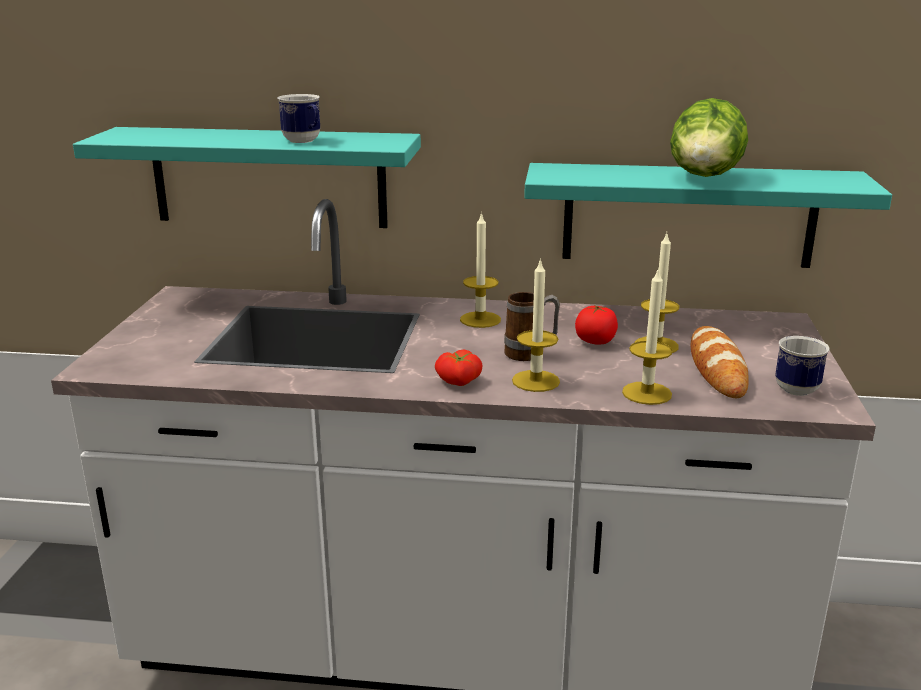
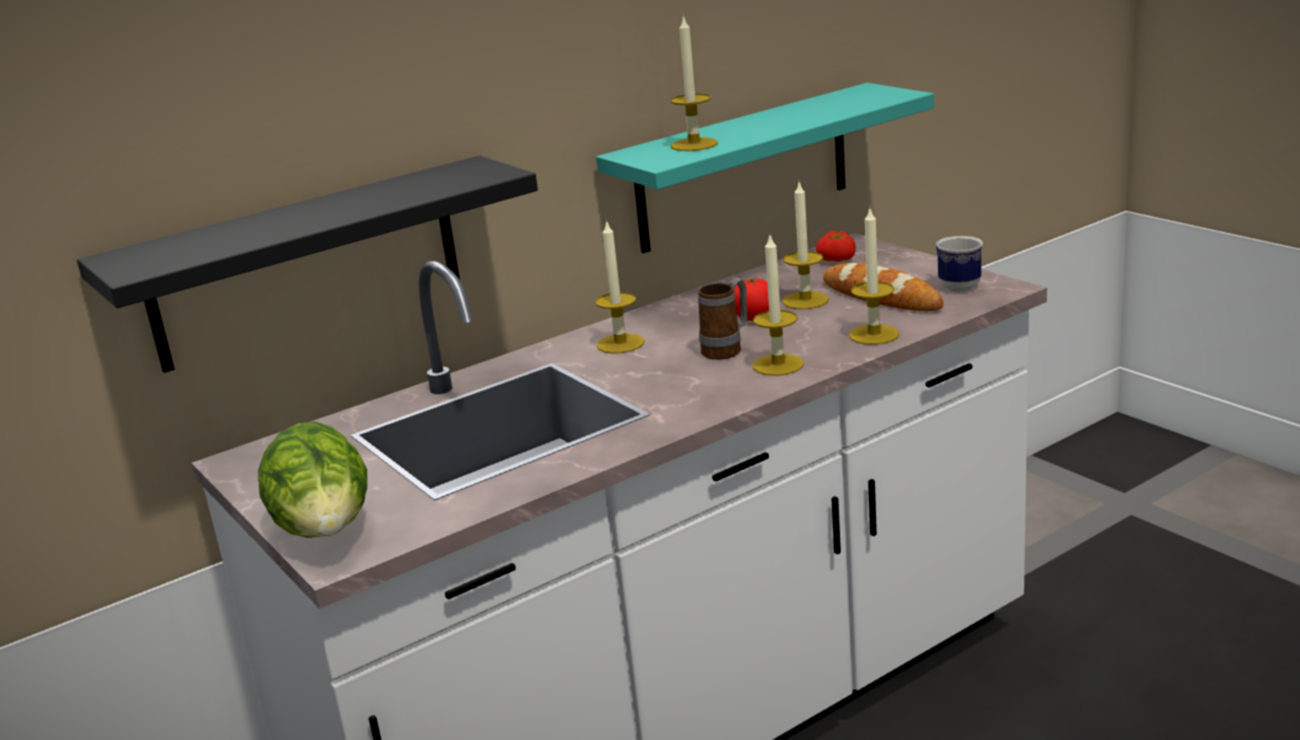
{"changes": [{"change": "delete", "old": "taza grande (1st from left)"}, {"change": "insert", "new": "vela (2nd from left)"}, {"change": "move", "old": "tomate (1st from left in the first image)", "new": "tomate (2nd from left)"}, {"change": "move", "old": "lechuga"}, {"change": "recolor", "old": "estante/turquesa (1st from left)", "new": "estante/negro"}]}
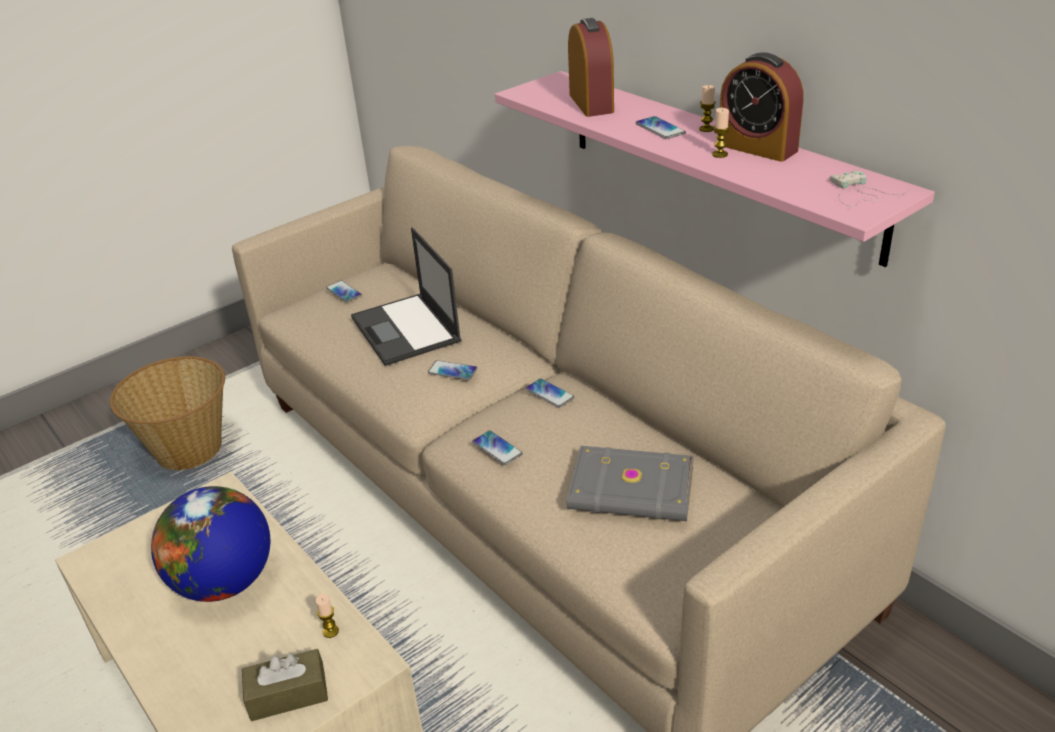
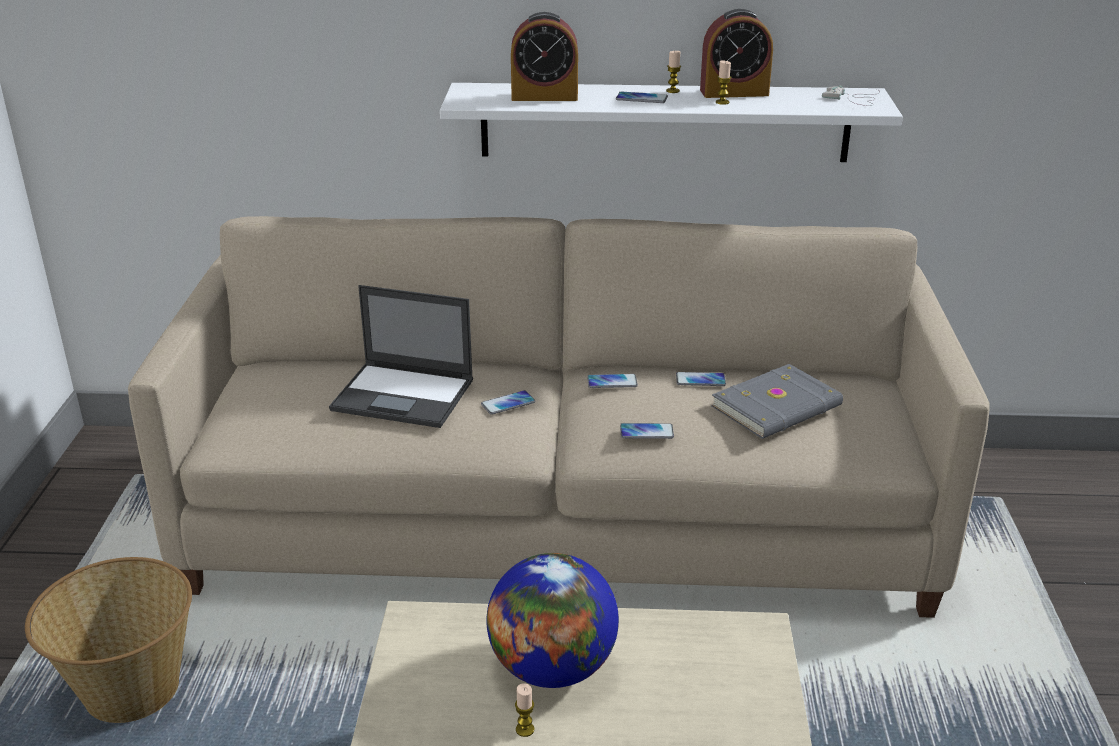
{"changes": [{"change": "delete", "old": "caja de pañuelos/marrón"}, {"change": "move", "old": "vela (1st from left)"}, {"change": "move", "old": "móvil (1st from left in the first image)", "new": "móvil (5th from left)"}, {"change": "recolor", "old": "estante/rosa", "new": "estante/blanco"}, {"change": "rotate", "old": "despertador (1st from left)", "degrees": 150}]}
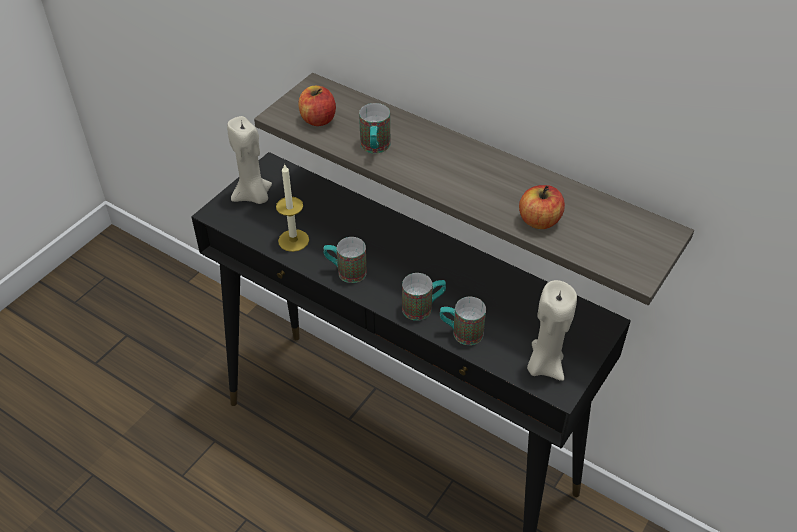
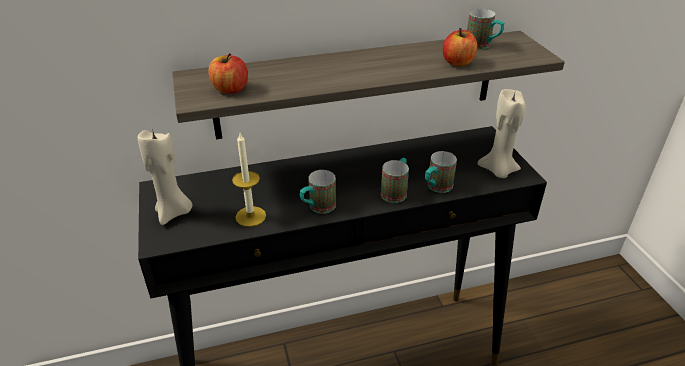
{"changes": [{"change": "move", "old": "taza grande (2nd from left in the first image)", "new": "taza grande (4th from left)"}]}
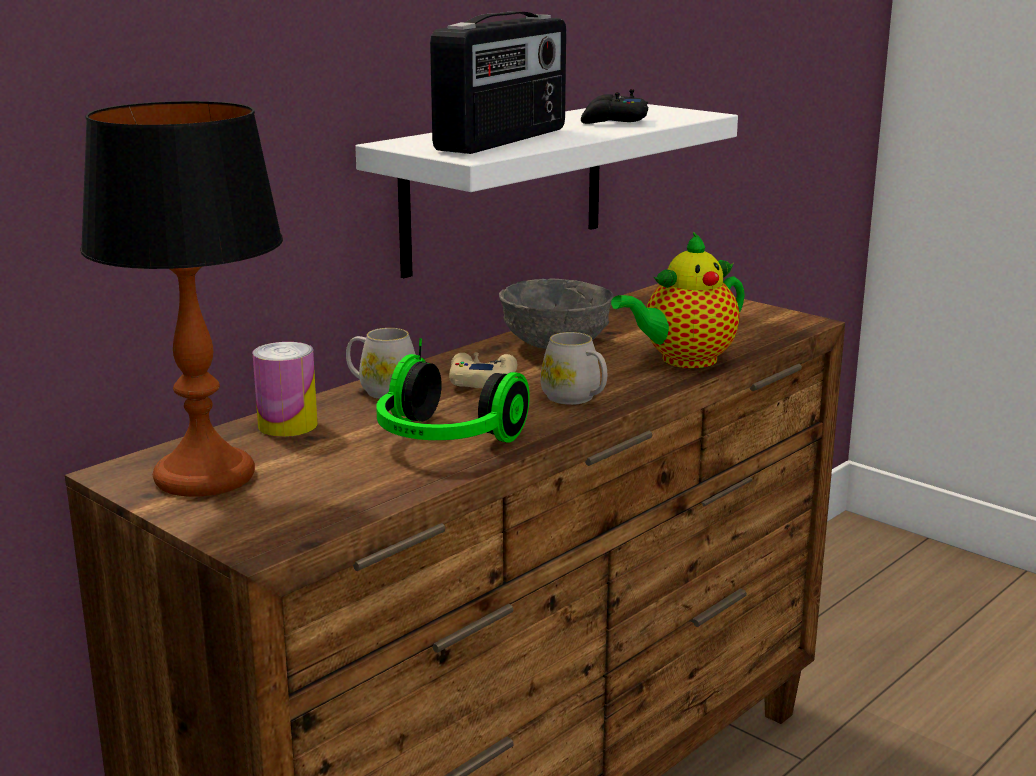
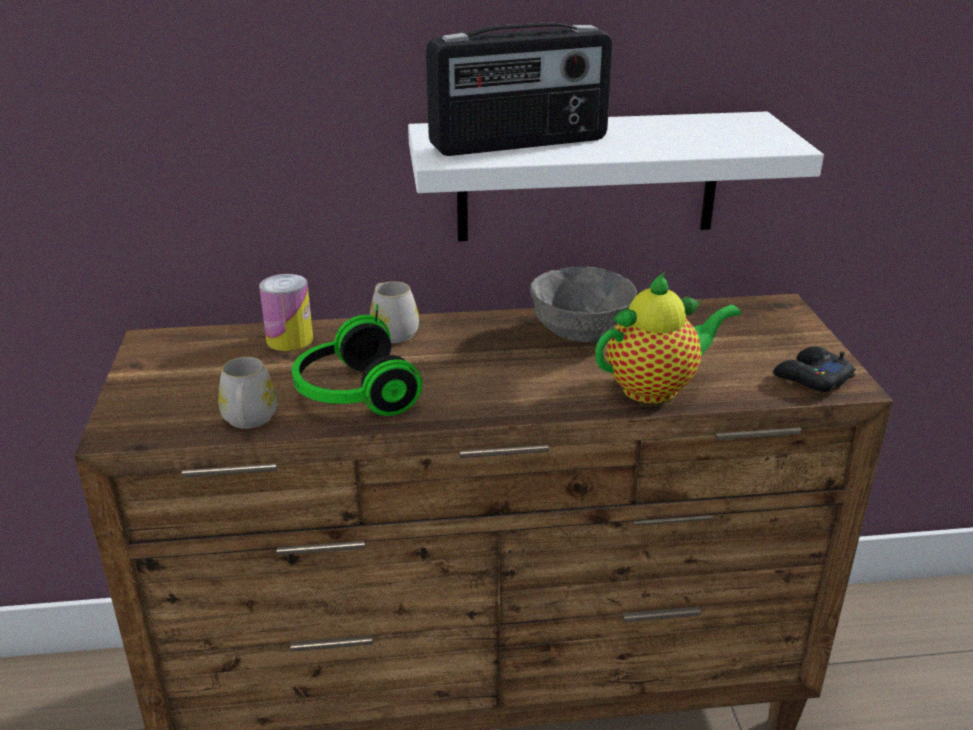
{"changes": [{"change": "delete", "old": "lámpara de mesa"}, {"change": "delete", "old": "mando de consola/beis"}, {"change": "move", "old": "taza grande/blanco (2nd from left in the first image)", "new": "taza grande/blanco (1st from left)"}, {"change": "move", "old": "mando de consola/negro"}, {"change": "rotate", "old": "tetera", "degrees": 150}]}
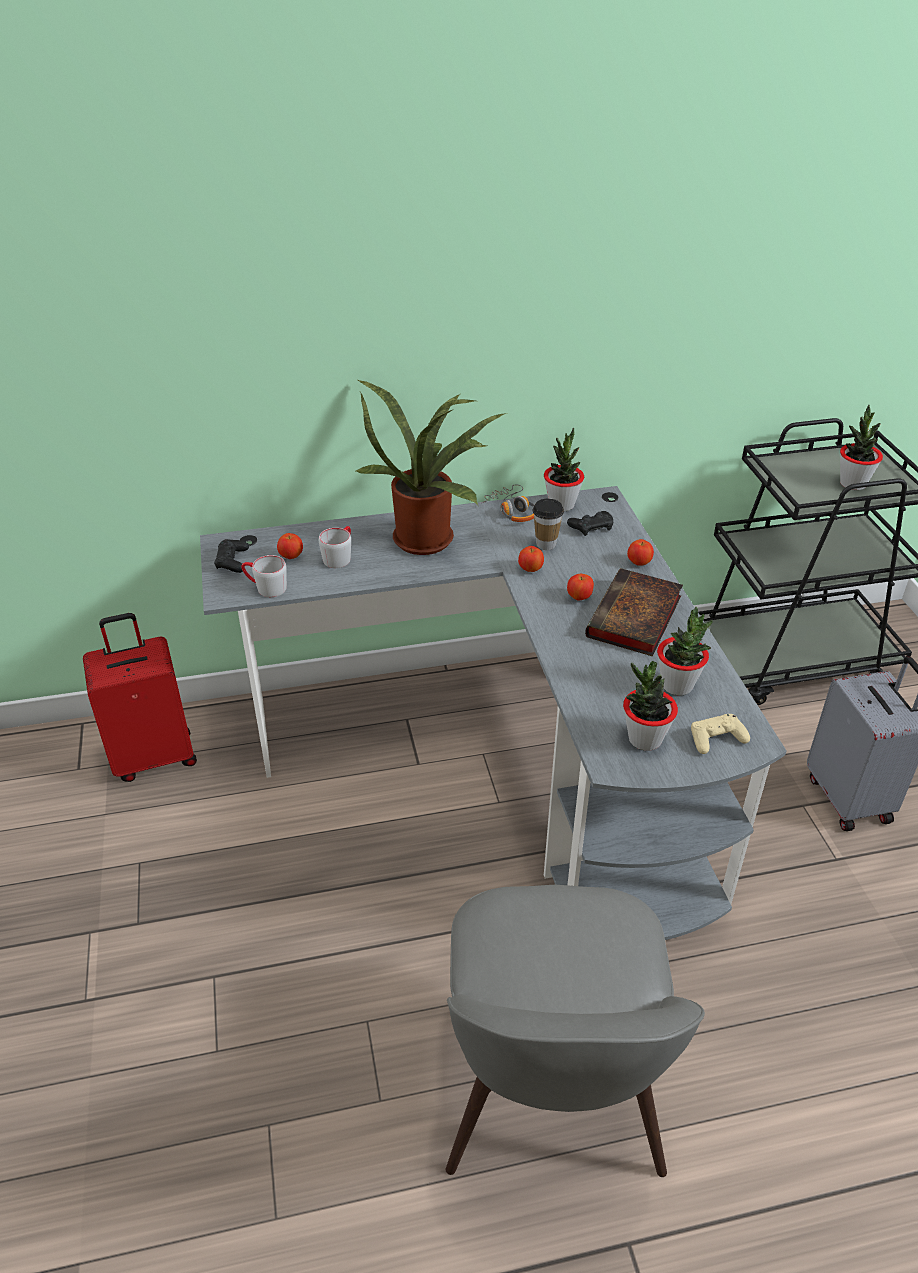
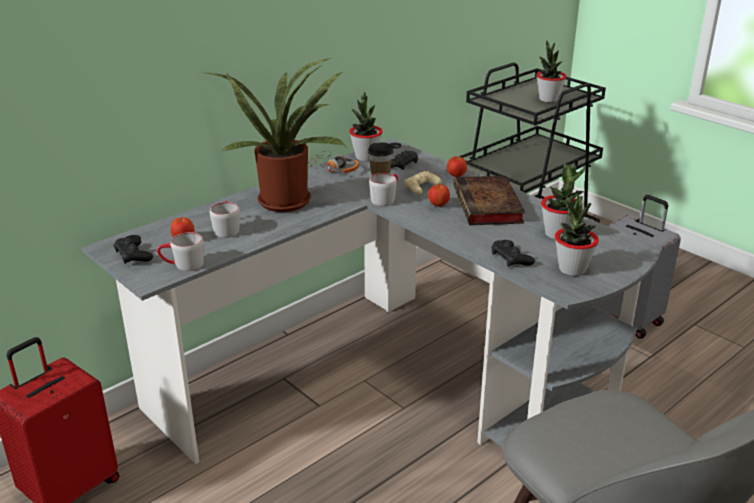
{"changes": [{"change": "insert", "new": "mando de consola/negro (3rd from left)"}, {"change": "move", "old": "mando de consola/beis"}, {"change": "replace", "old": "manzana (2nd from left)", "new": "taza grande/gris (3rd from left)"}]}
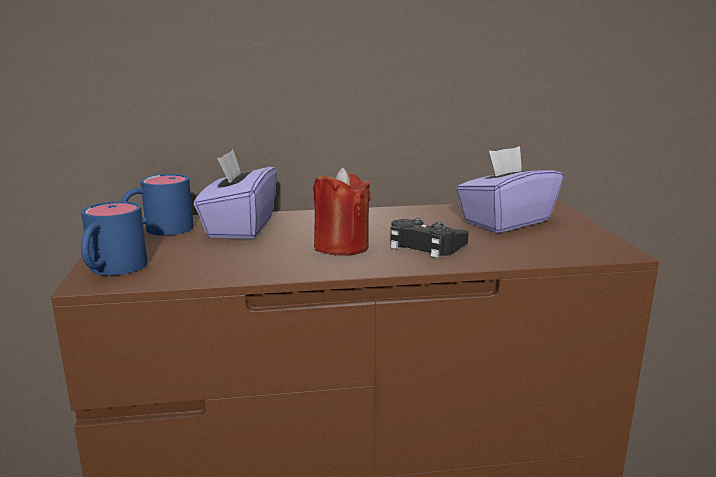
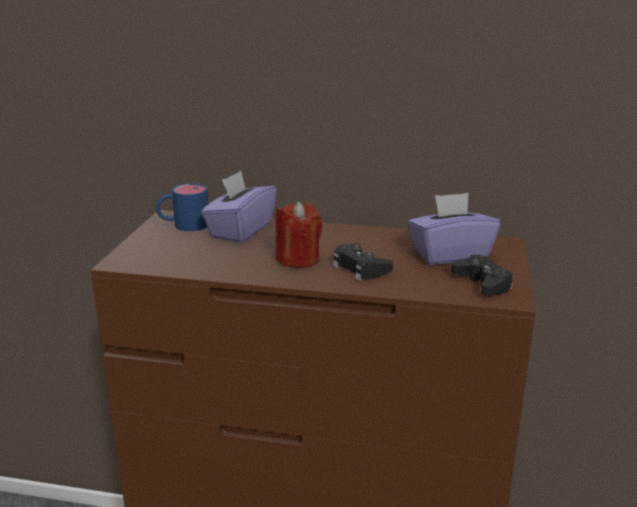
{"changes": [{"change": "delete", "old": "taza grande/azul (1st from left)"}, {"change": "insert", "new": "mando de consola/negro (2nd from left)"}]}
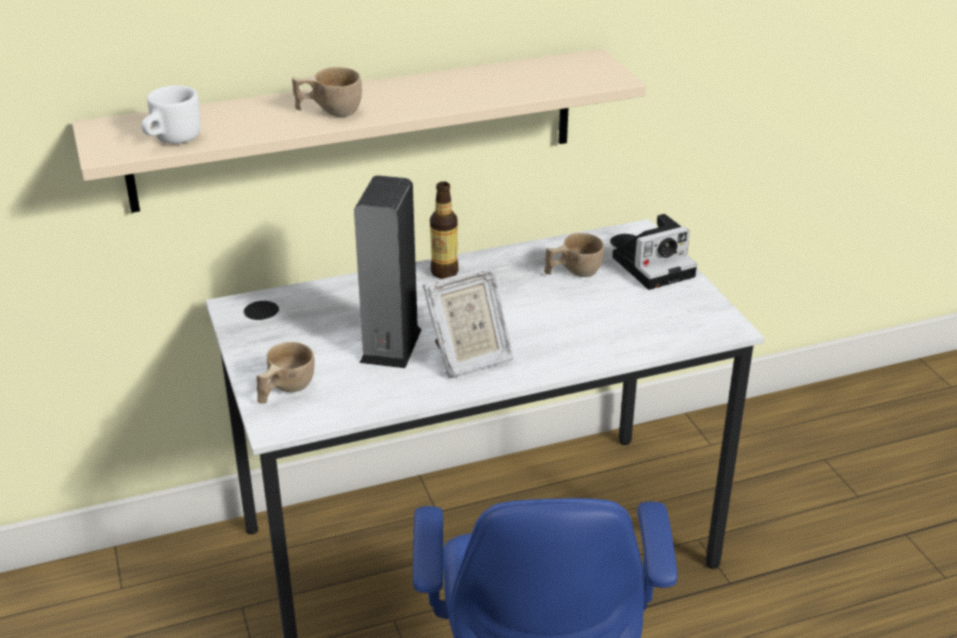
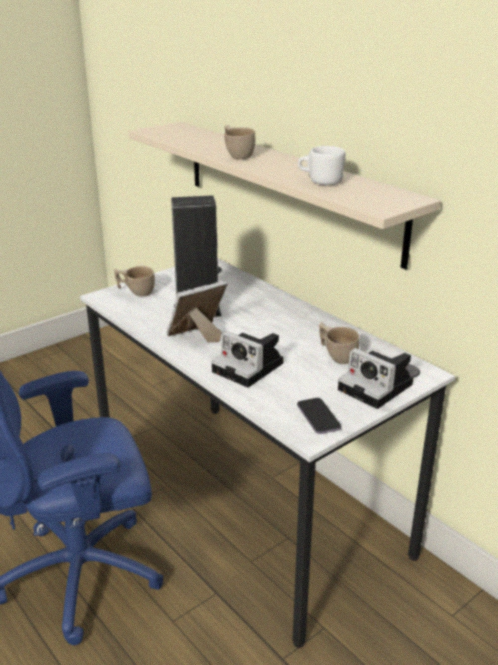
{"changes": [{"change": "delete", "old": "botella"}, {"change": "insert", "new": "cámara (1st from left)"}, {"change": "insert", "new": "móvil"}, {"change": "move", "old": "taza grande/blanco"}, {"change": "rotate", "old": "portarretratos", "degrees": 105}]}
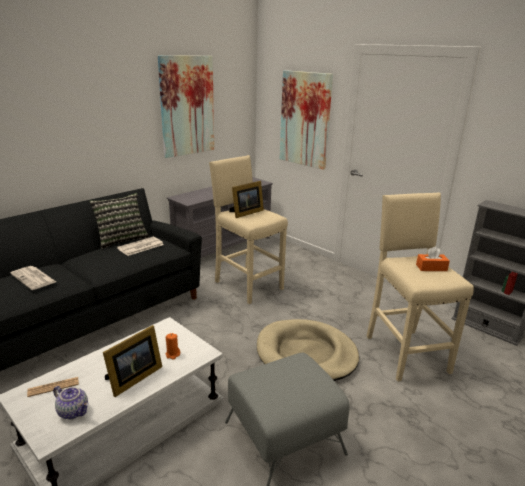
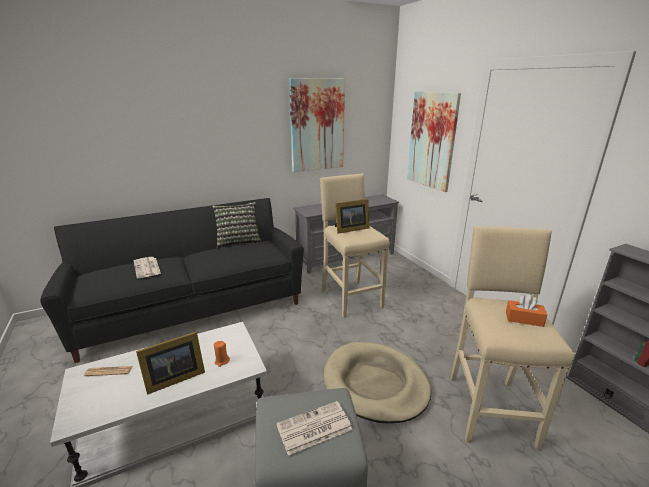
{"changes": [{"change": "delete", "old": "tetera"}, {"change": "move", "old": "periódico (3rd from left)"}]}
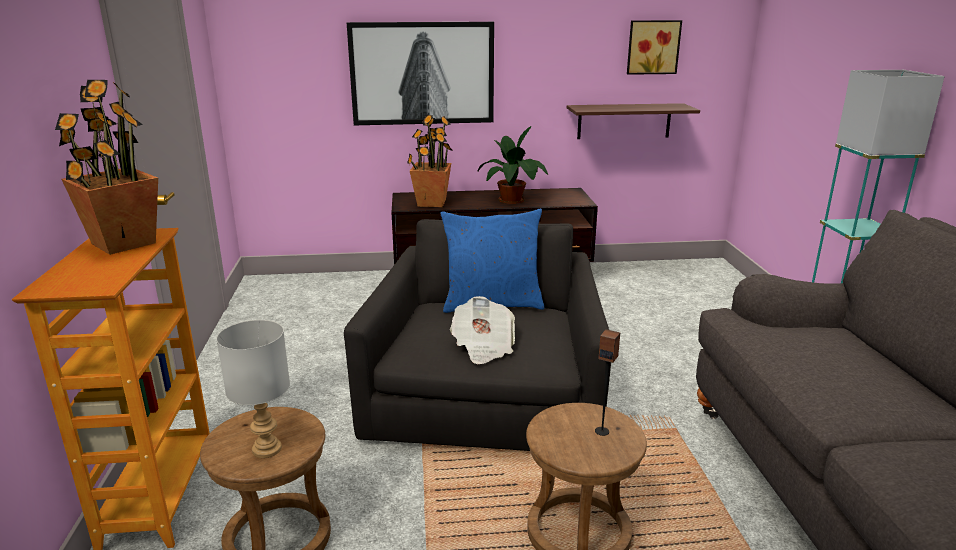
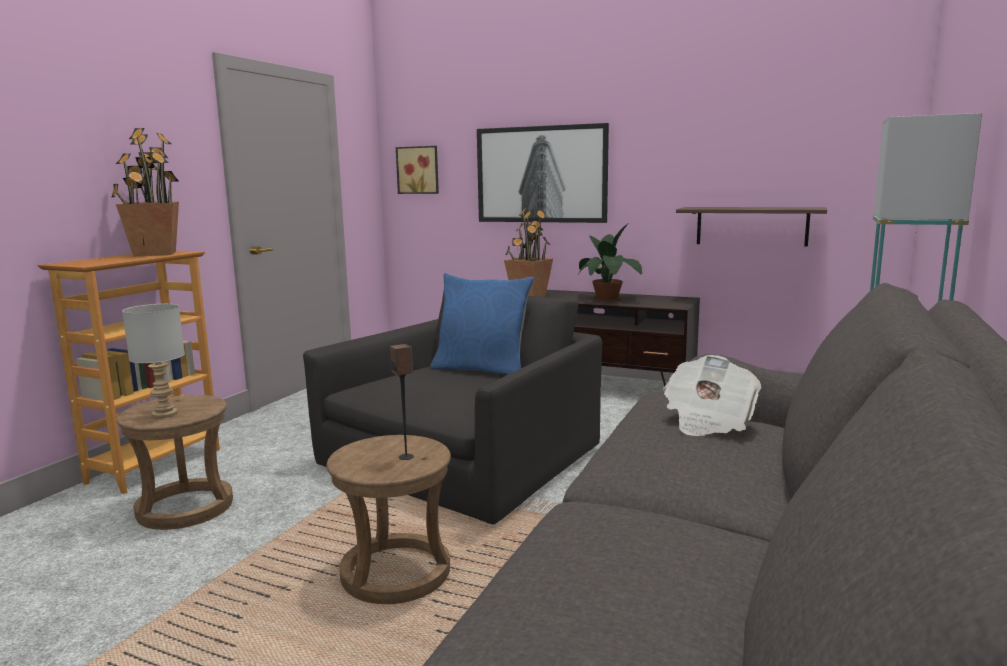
{"changes": [{"change": "move", "old": "periódico"}, {"change": "move", "old": "cuadro (2nd from left in the first image)", "new": "cuadro (1st from left)"}]}
